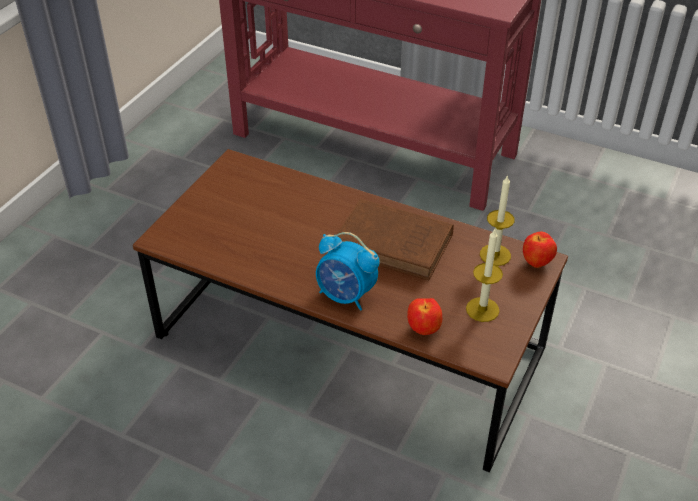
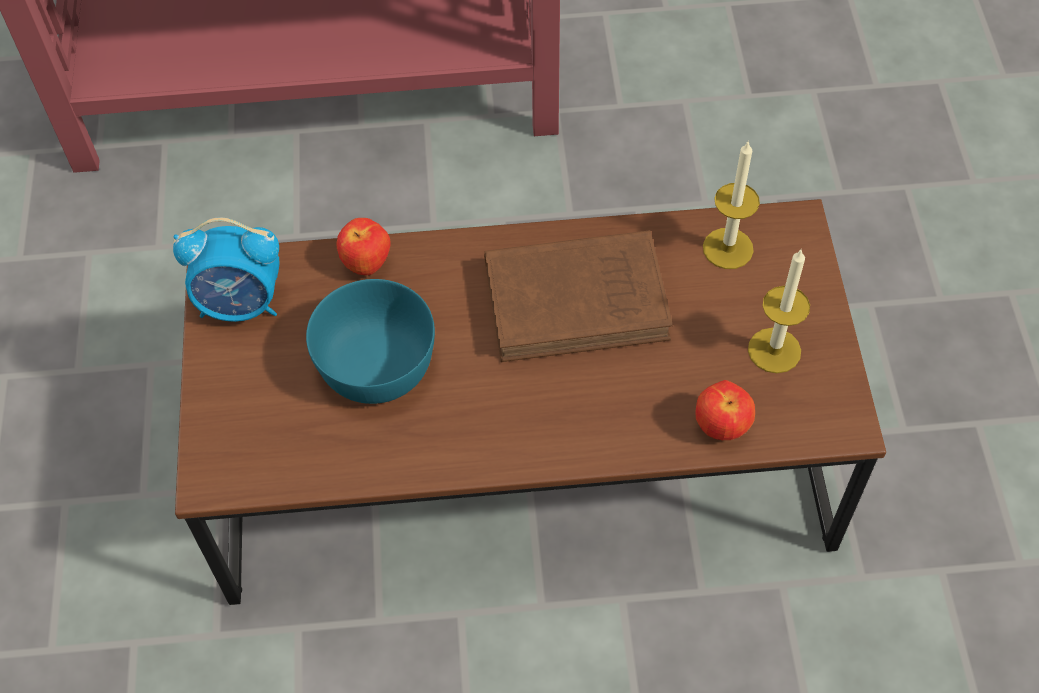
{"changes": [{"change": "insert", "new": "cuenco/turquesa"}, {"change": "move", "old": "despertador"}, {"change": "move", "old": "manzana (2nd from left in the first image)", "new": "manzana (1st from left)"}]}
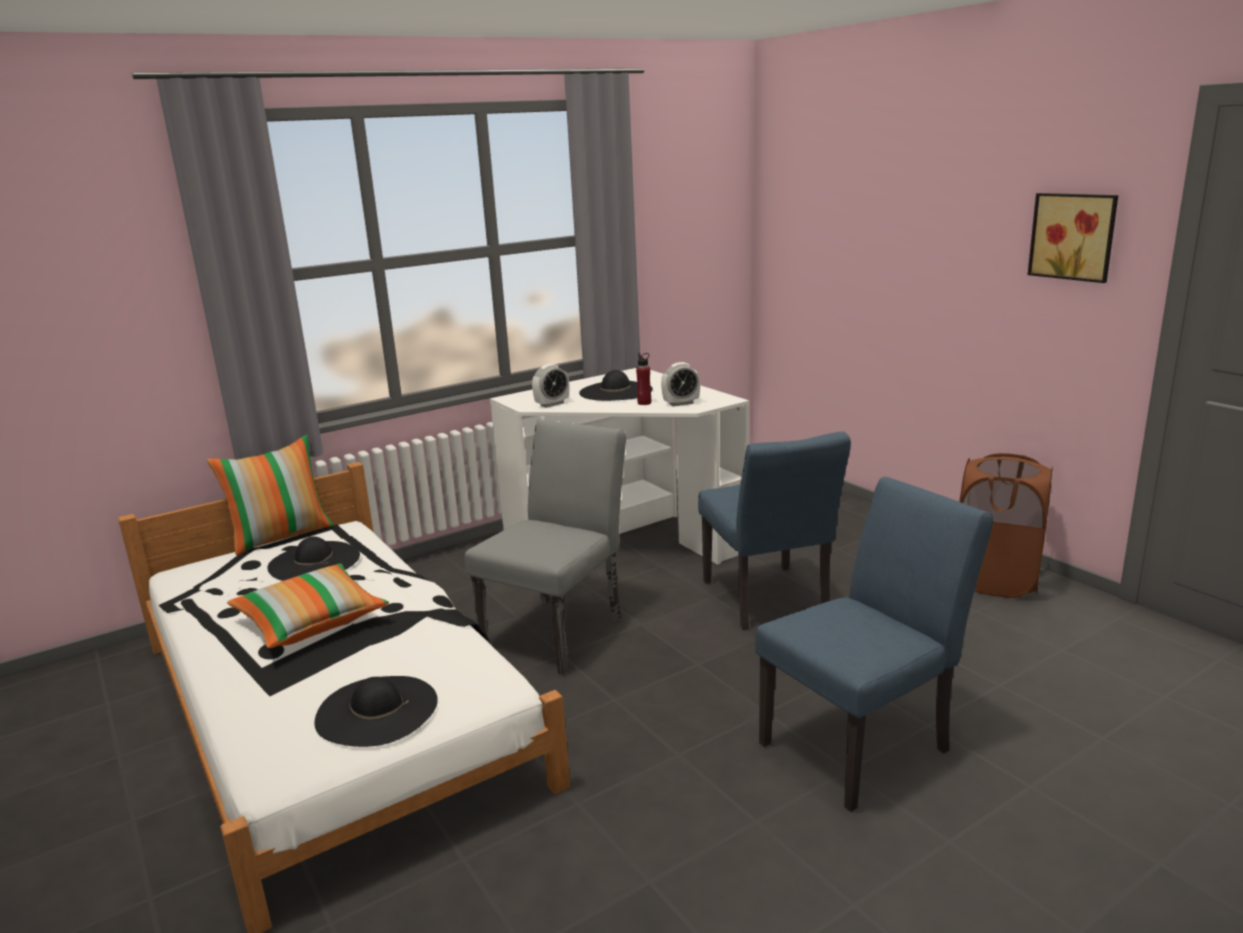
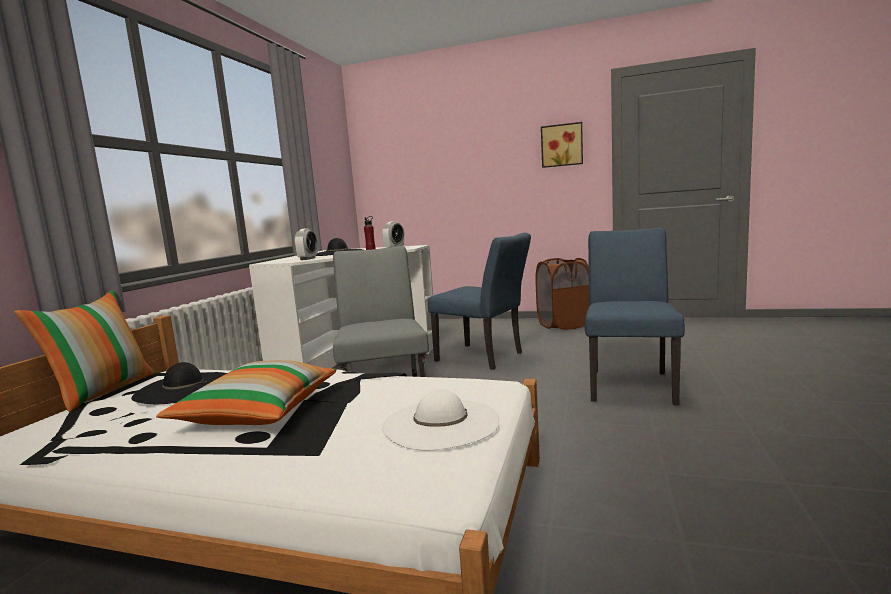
{"changes": [{"change": "recolor", "old": "sombrero/negro (2nd from left)", "new": "sombrero/blanco"}]}
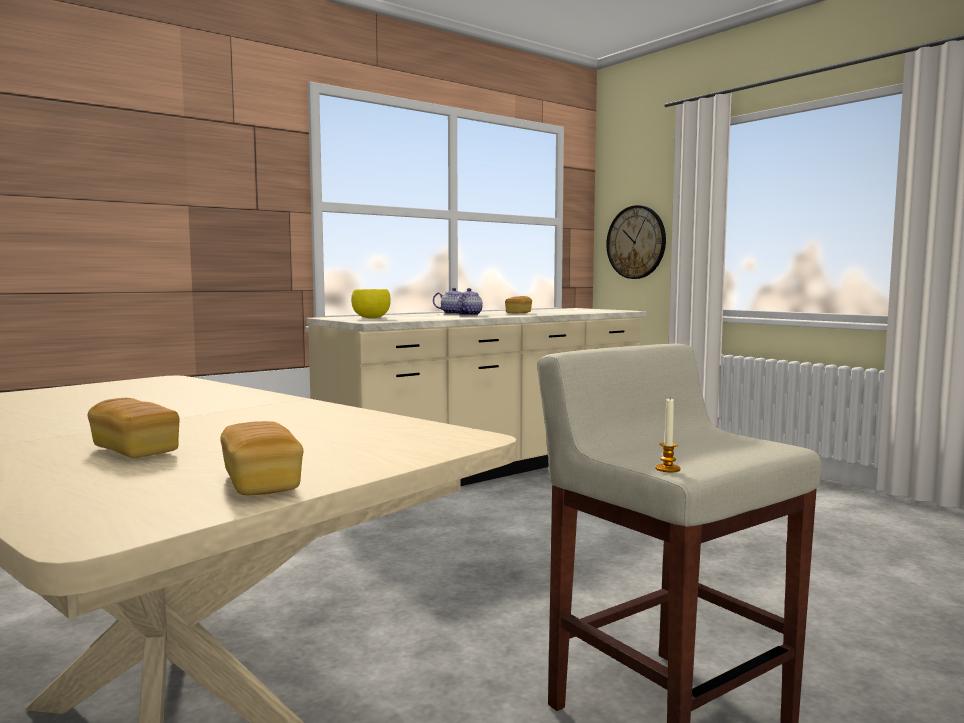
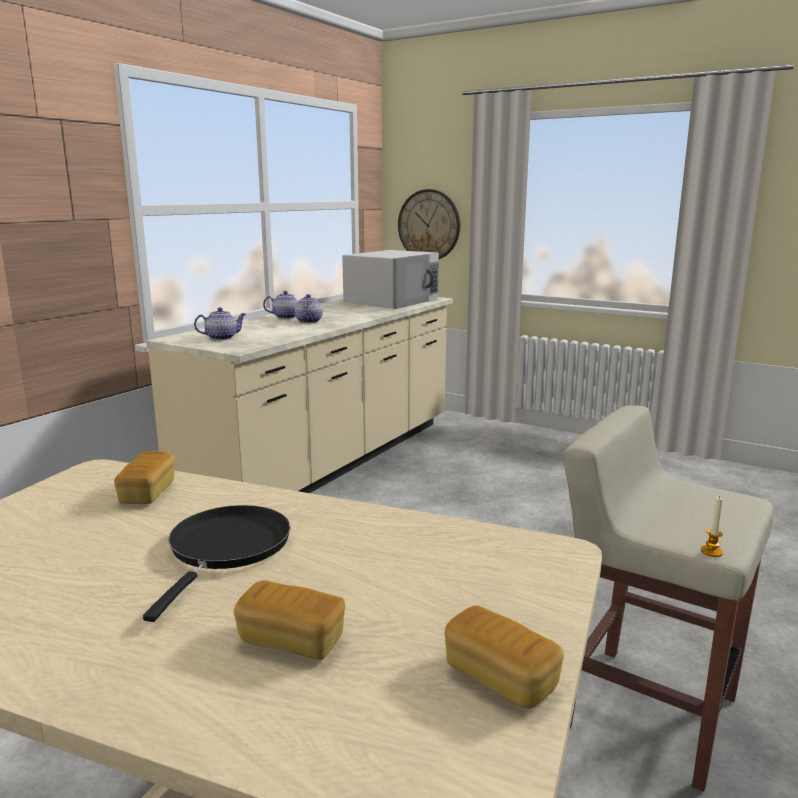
{"changes": [{"change": "insert", "new": "sartén/negro"}, {"change": "insert", "new": "microondas/blanco"}, {"change": "move", "old": "pan (3rd from left in the first image)", "new": "pan (1st from left)"}, {"change": "replace", "old": "cuenco/amarillo", "new": "tetera (1st from left)"}]}
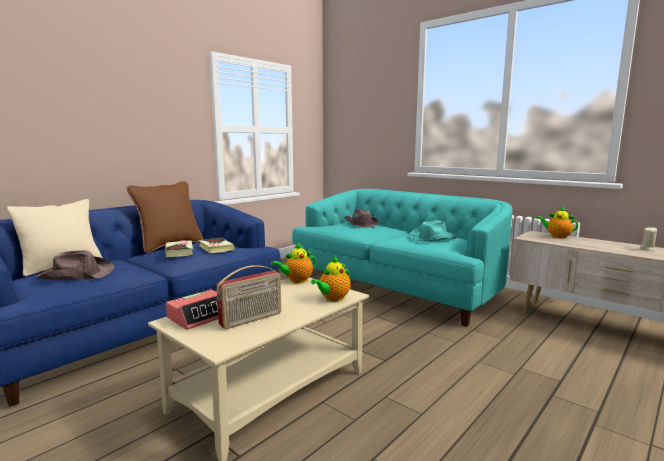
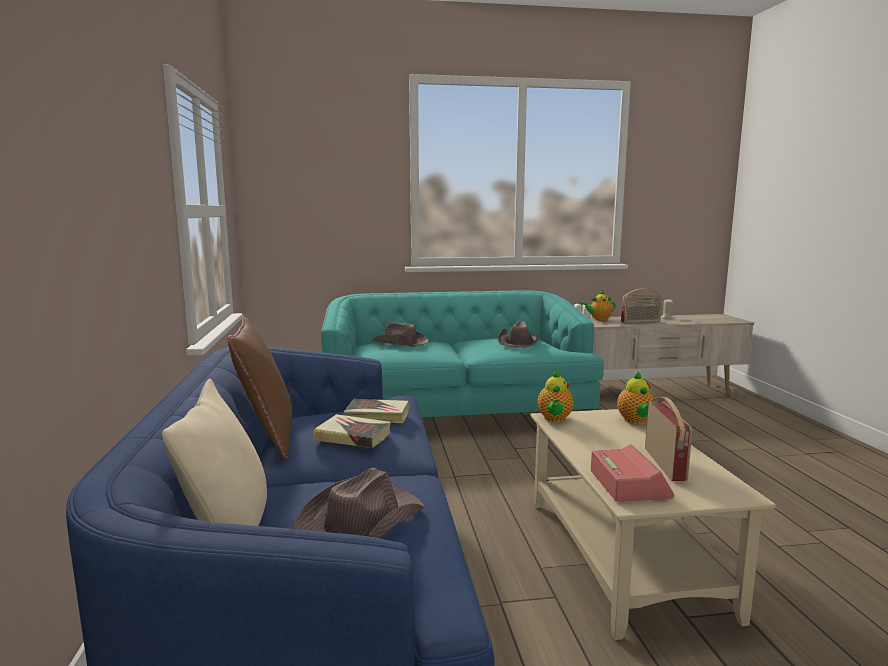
{"changes": [{"change": "insert", "new": "radio (1st from left)"}, {"change": "recolor", "old": "sombrero/turquesa", "new": "sombrero/marrón (3rd from left)"}]}
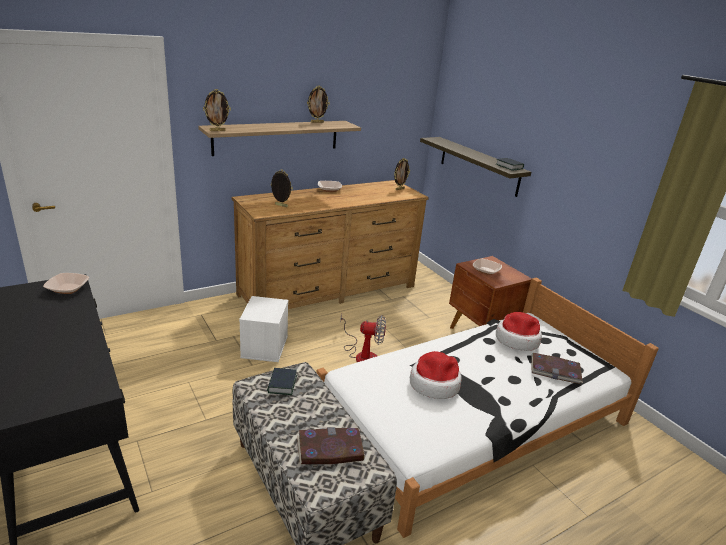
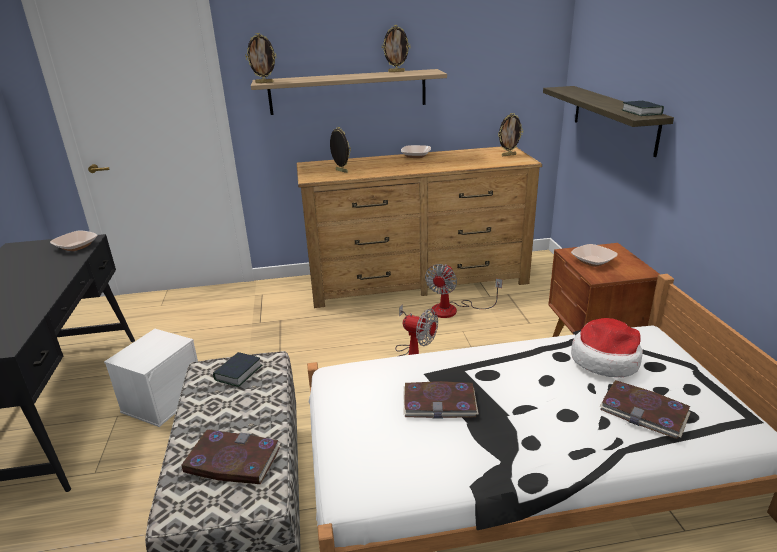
{"changes": [{"change": "insert", "new": "ventilador (2nd from left)"}, {"change": "move", "old": "caja de almacenaje/blanco"}, {"change": "replace", "old": "sombrero (1st from left)", "new": "libro (3rd from left)"}]}
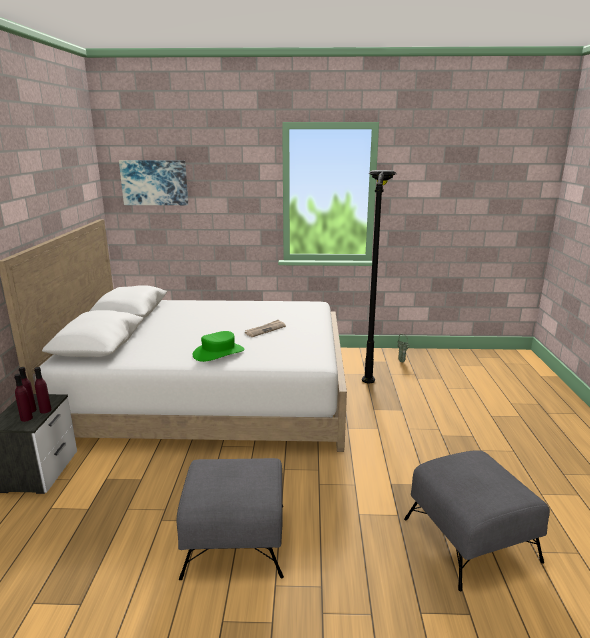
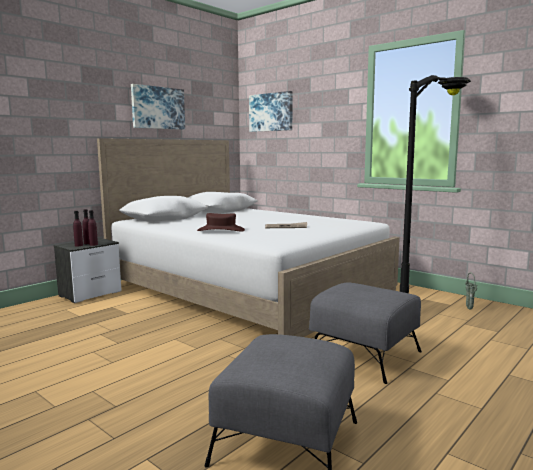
{"changes": [{"change": "insert", "new": "cuadro (1st from left)"}, {"change": "move", "old": "puf/gris (1st from left in the first image)", "new": "puf/gris (2nd from left)"}, {"change": "recolor", "old": "sombrero/verde", "new": "sombrero/marrón"}]}
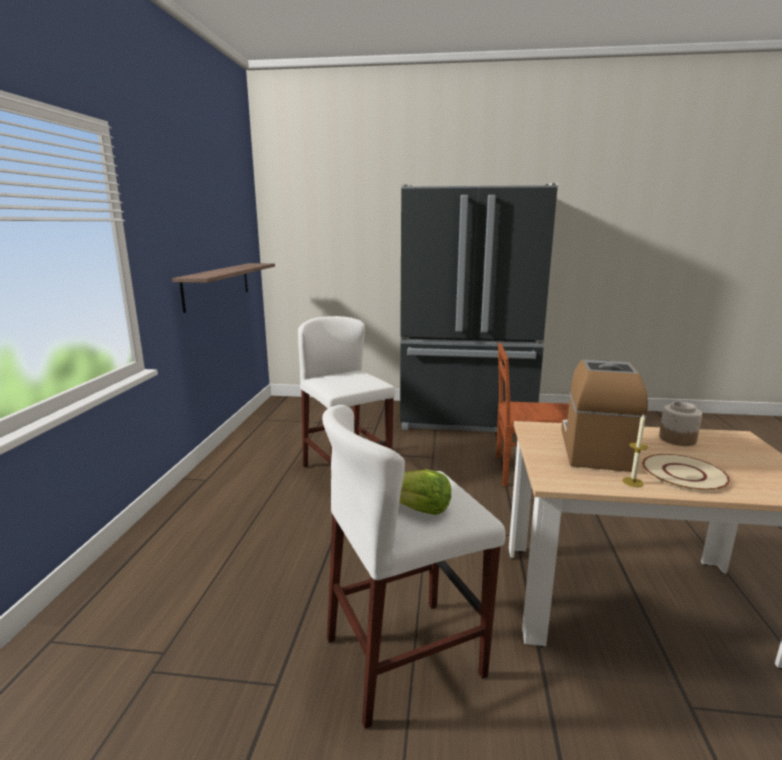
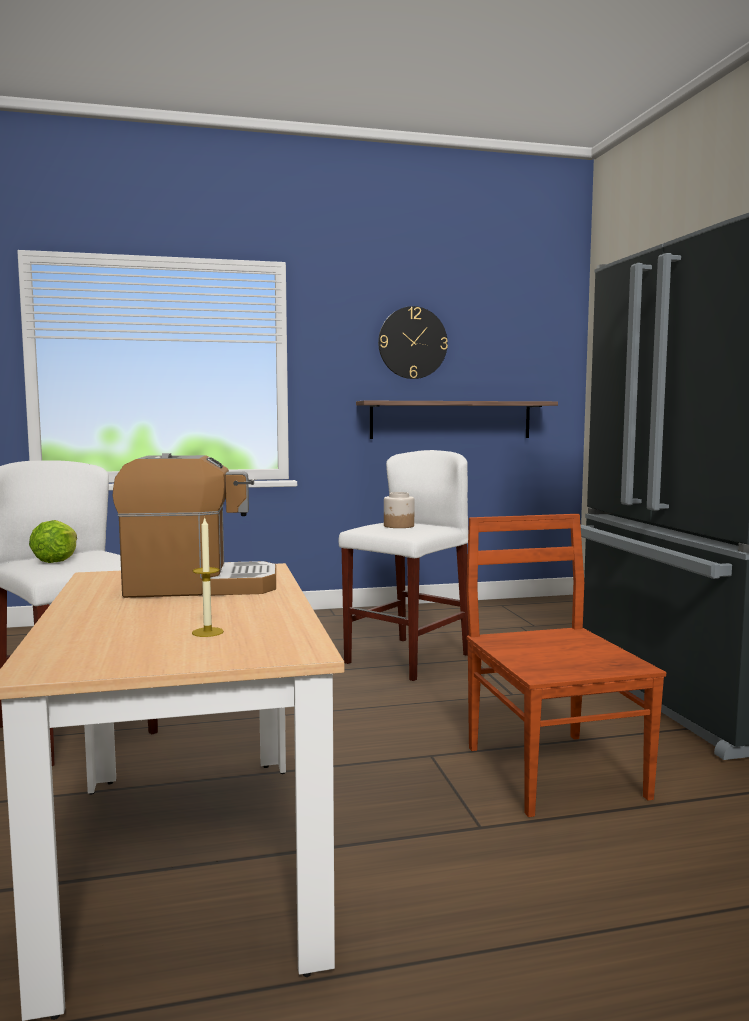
{"changes": [{"change": "delete", "old": "plato/beis"}, {"change": "insert", "new": "reloj de pared"}, {"change": "move", "old": "vela"}, {"change": "move", "old": "tarro"}]}
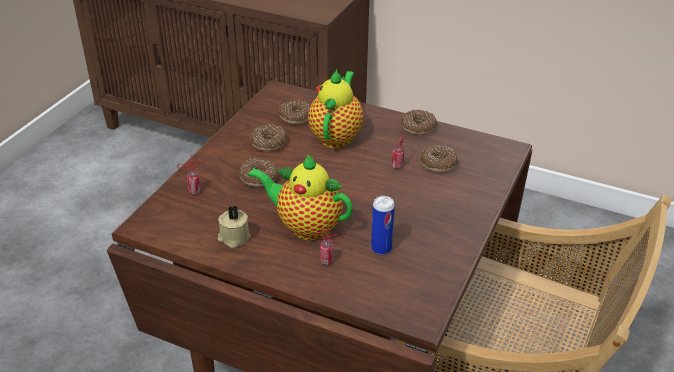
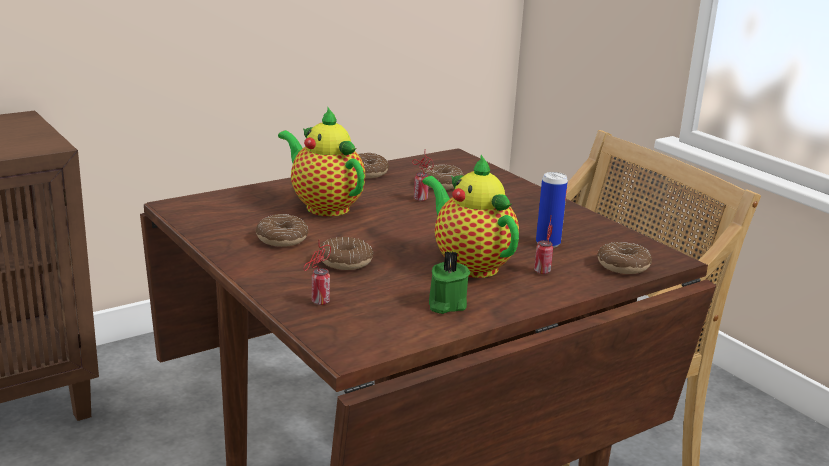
{"changes": [{"change": "move", "old": "rosquilla (3rd from left in the first image)", "new": "rosquilla (5th from left)"}, {"change": "recolor", "old": "vela/beis", "new": "vela/verde"}, {"change": "rotate", "old": "tetera (1st from left in the first image)", "degrees": 90}]}
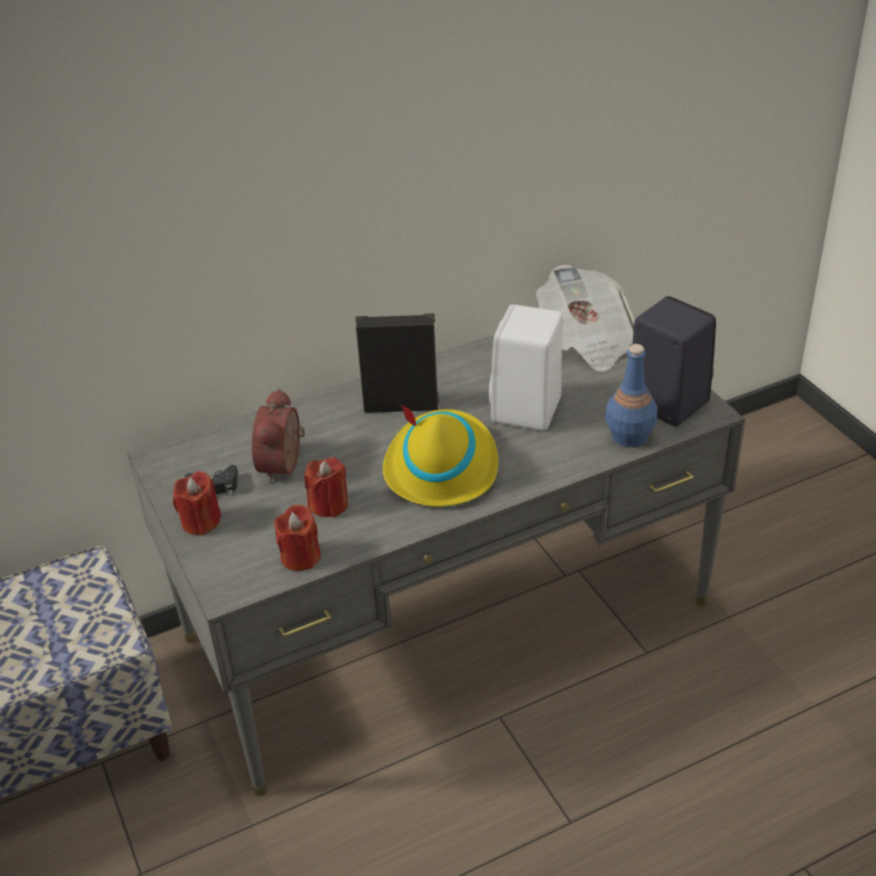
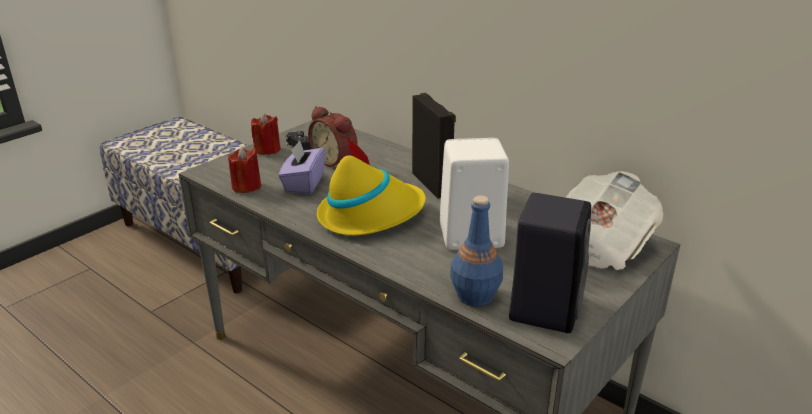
{"changes": [{"change": "replace", "old": "vela/rojo (3rd from left)", "new": "caja de pañuelos/morado"}, {"change": "rotate", "old": "despertador", "degrees": -120}]}
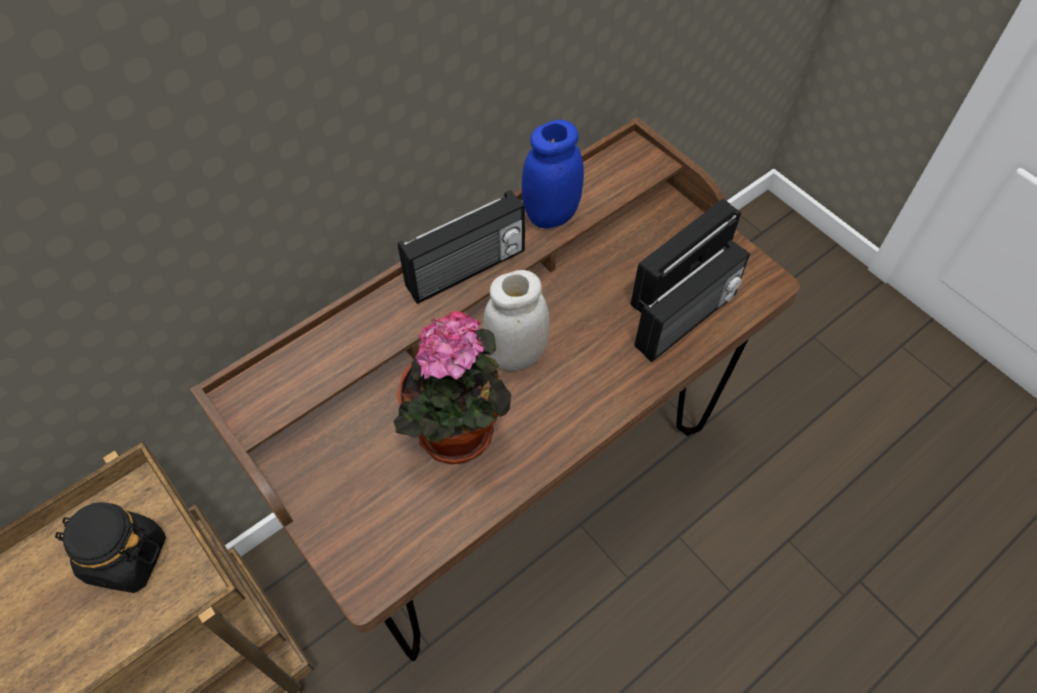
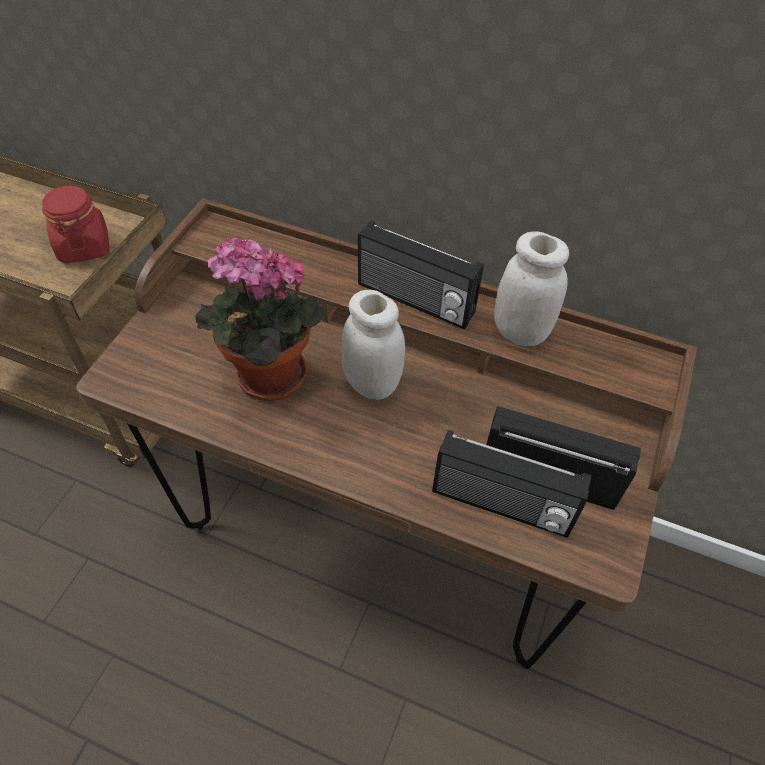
{"changes": [{"change": "recolor", "old": "tarro/negro", "new": "tarro/rojo"}, {"change": "recolor", "old": "tarro/azul", "new": "tarro/blanco (2nd from left)"}]}
